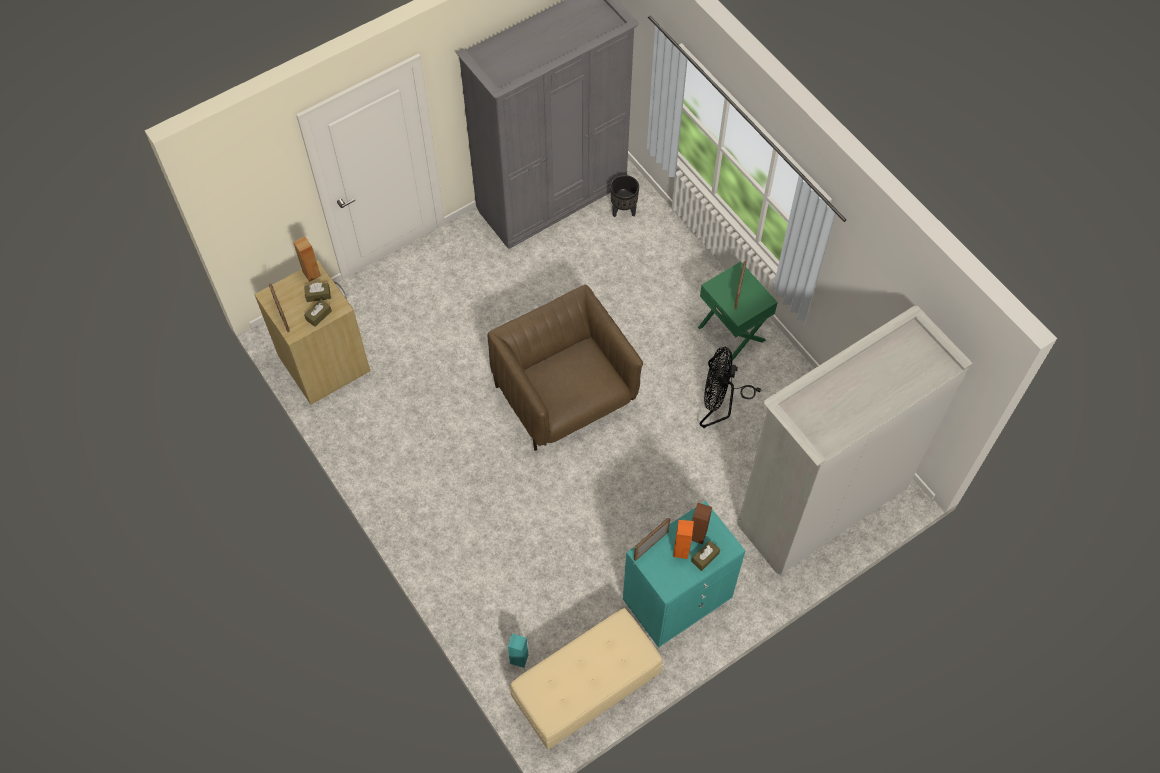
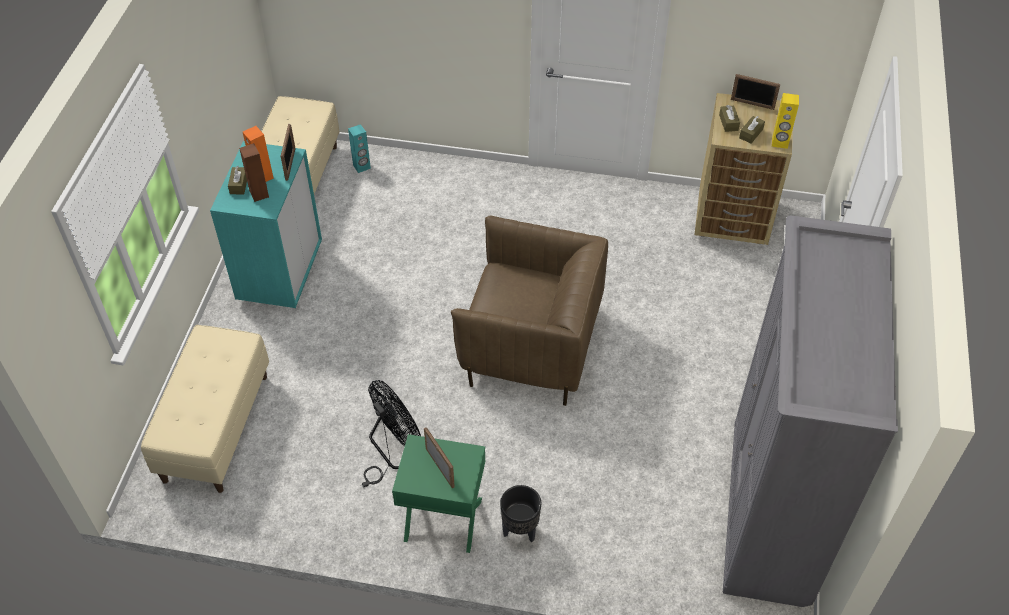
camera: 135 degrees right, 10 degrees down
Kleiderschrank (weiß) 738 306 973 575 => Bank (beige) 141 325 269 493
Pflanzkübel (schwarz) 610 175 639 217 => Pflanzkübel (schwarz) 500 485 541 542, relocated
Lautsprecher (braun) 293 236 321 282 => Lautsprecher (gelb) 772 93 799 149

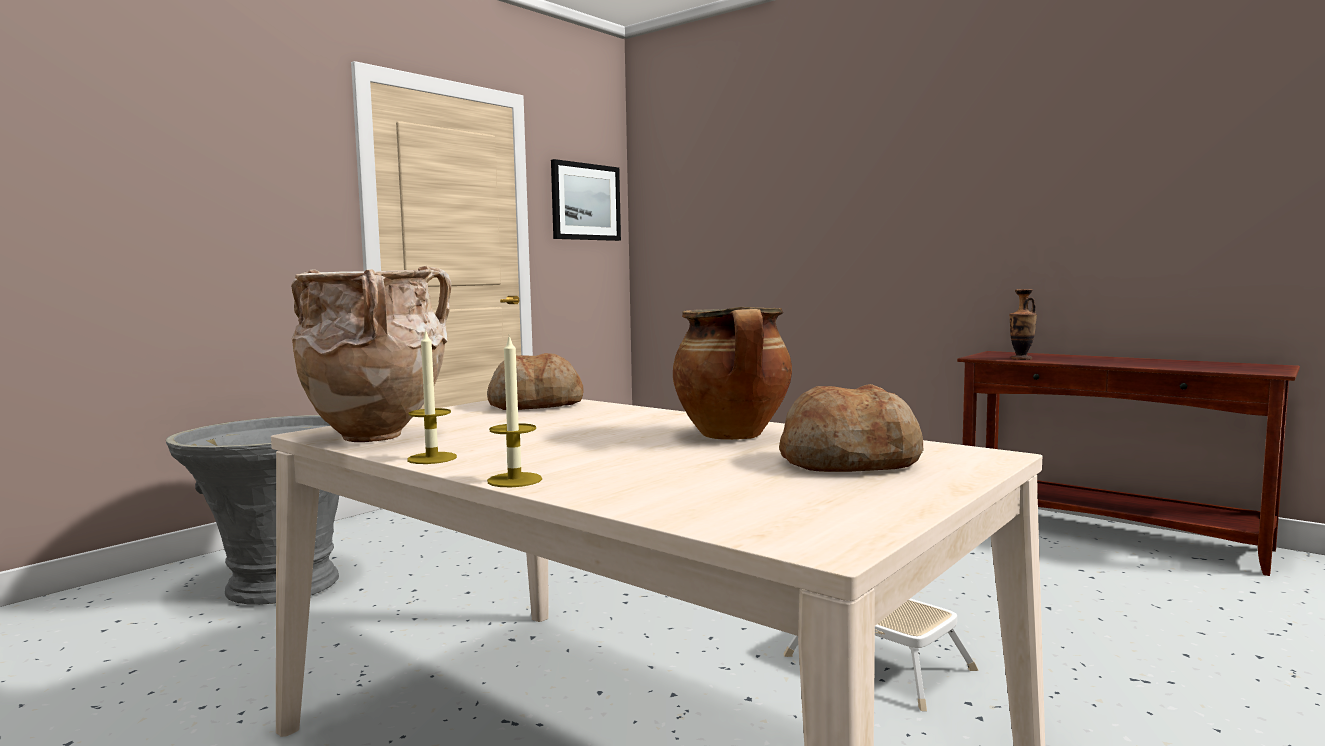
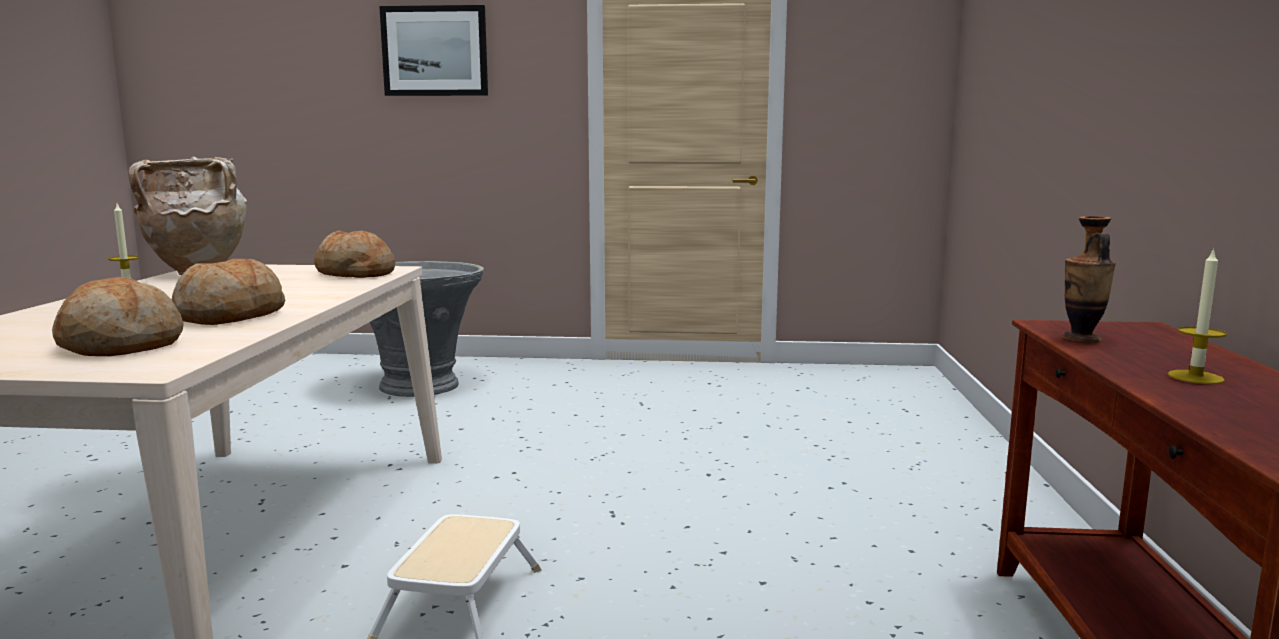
camera: 55 degrees right, 5 degrees up
Kochtopf 673 307 792 440 => Brot 172 259 285 325
Bild 551 159 621 241 => Bild 379 5 488 96, relocated
Kerze 487 335 542 487 => Kerze 1168 248 1227 384, relocated

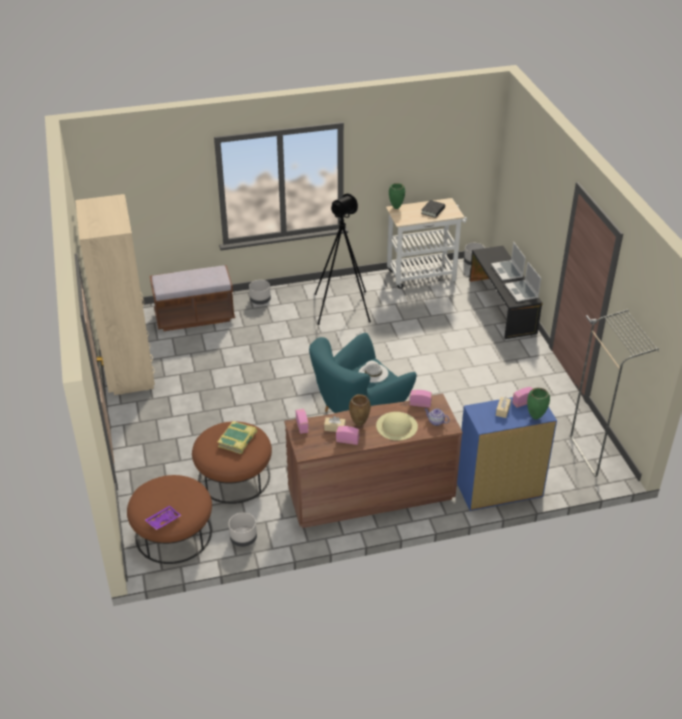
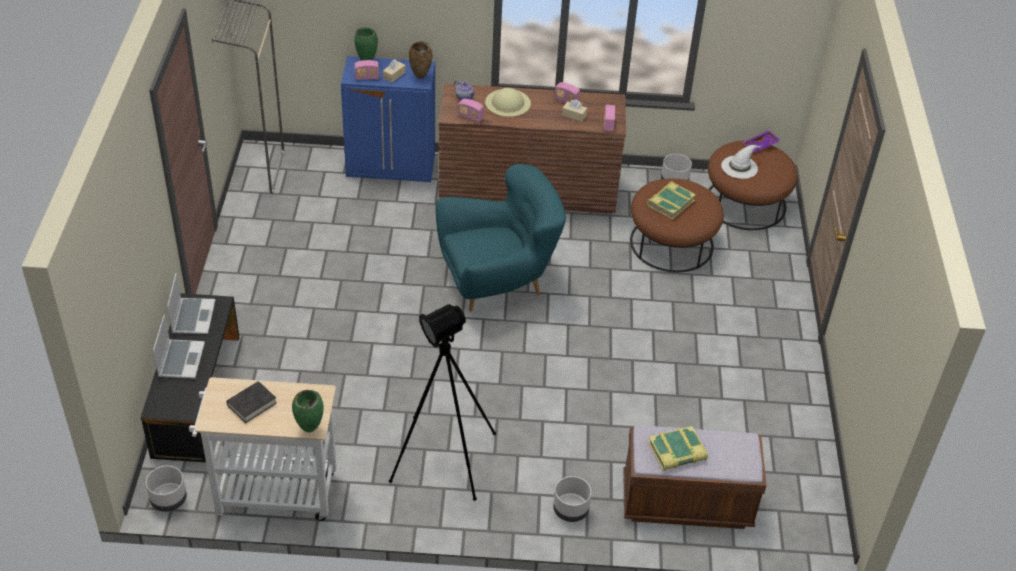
camera: 165 degrees left, 5 degrees up
Vase (braun) 349 394 371 426 => Vase (braun) 409 41 432 79, relocated
nothing => Buch 648 426 708 471
Hut (weiß) 359 361 388 383 => Hut (weiß) 721 145 763 179, relocated
Kleiderschrank (beige) 75 194 155 395 => nothing

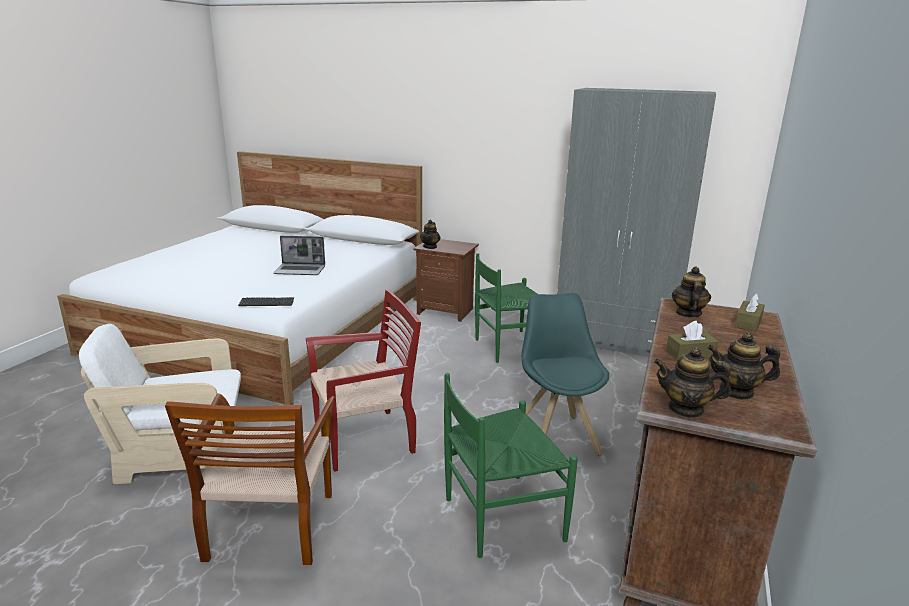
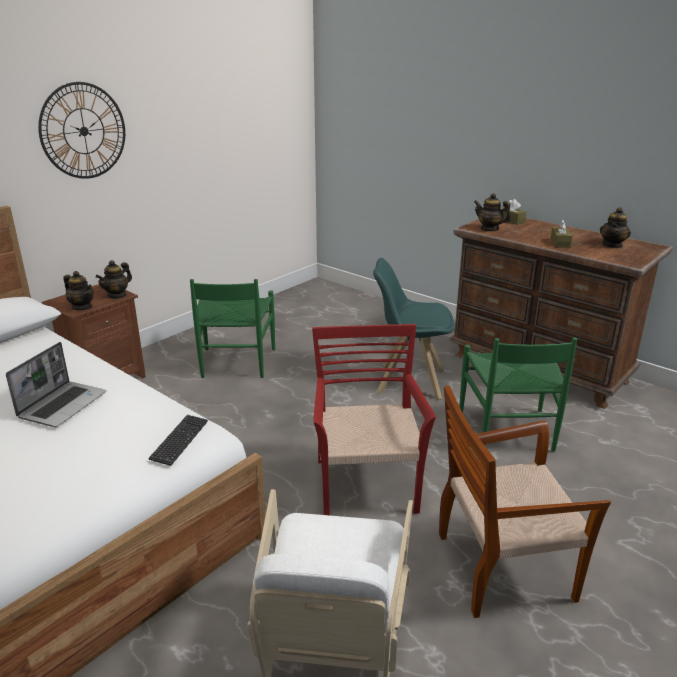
camera: 70 degrees left, 5 degrees up
nothing => Wanduhr 38 82 125 179
Teekanne 654 347 731 418 => Teekanne 96 260 132 299, relocated
Sessel (braun) 165 393 334 565 => Sessel (braun) 439 386 611 618, 150 degrees clockwise
Kleiderschrank (grau) 557 88 716 357 => nothing

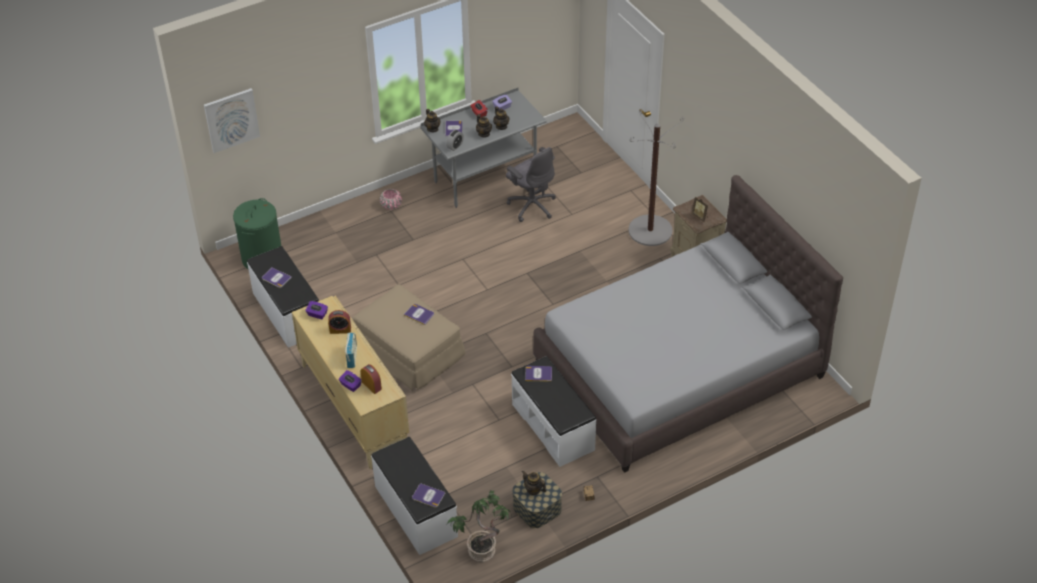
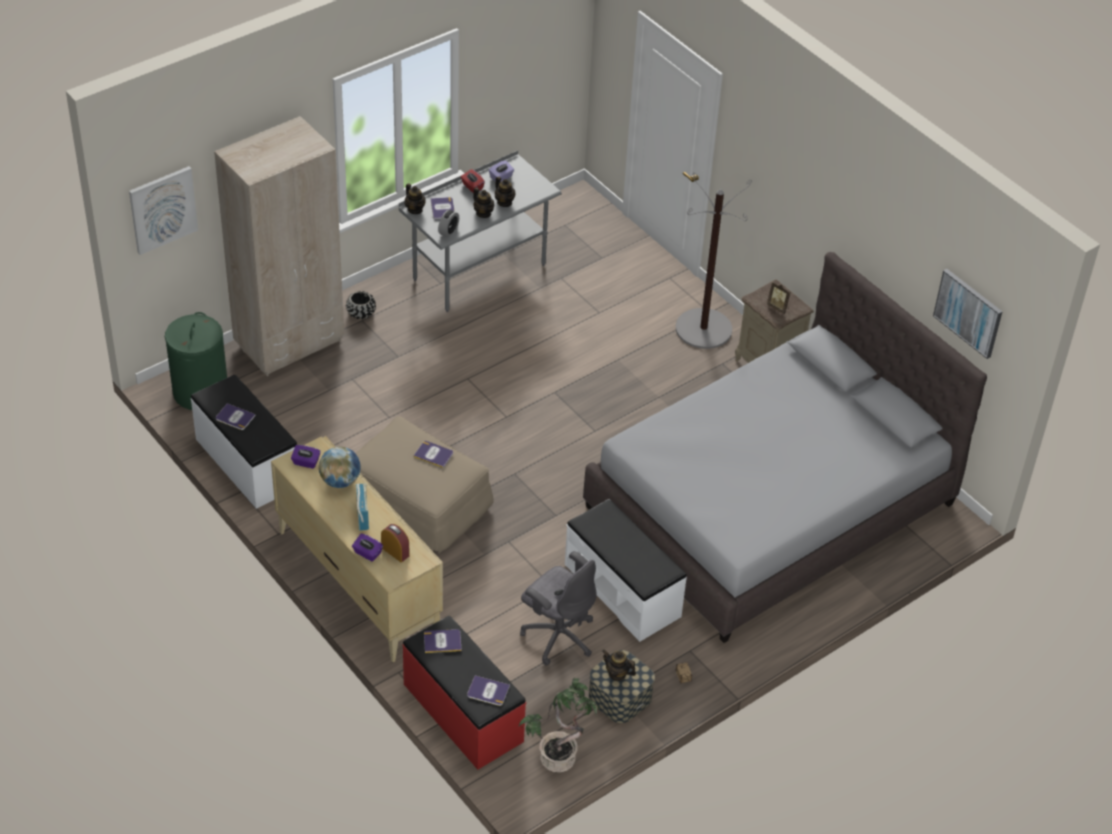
camera: 10 degrees left, 0 degrees up
nothing => Kleiderschrank (beige) 214 116 344 376
Wecker 328 310 351 334 => Globus 319 446 360 488
Pflanzkübel (rosa) 379 189 402 210 => Pflanzkübel (schwarz) 346 291 376 319
Bank (weiß) 371 437 458 555 => Bank (rot) 403 616 526 770
Buch 525 366 552 382 => Buch 424 629 462 653, relocated
Bürostuhl (grau) 506 147 556 222 => Bürostuhl (grau) 520 551 597 665, relocated
nothing => Bild 933 269 1003 359

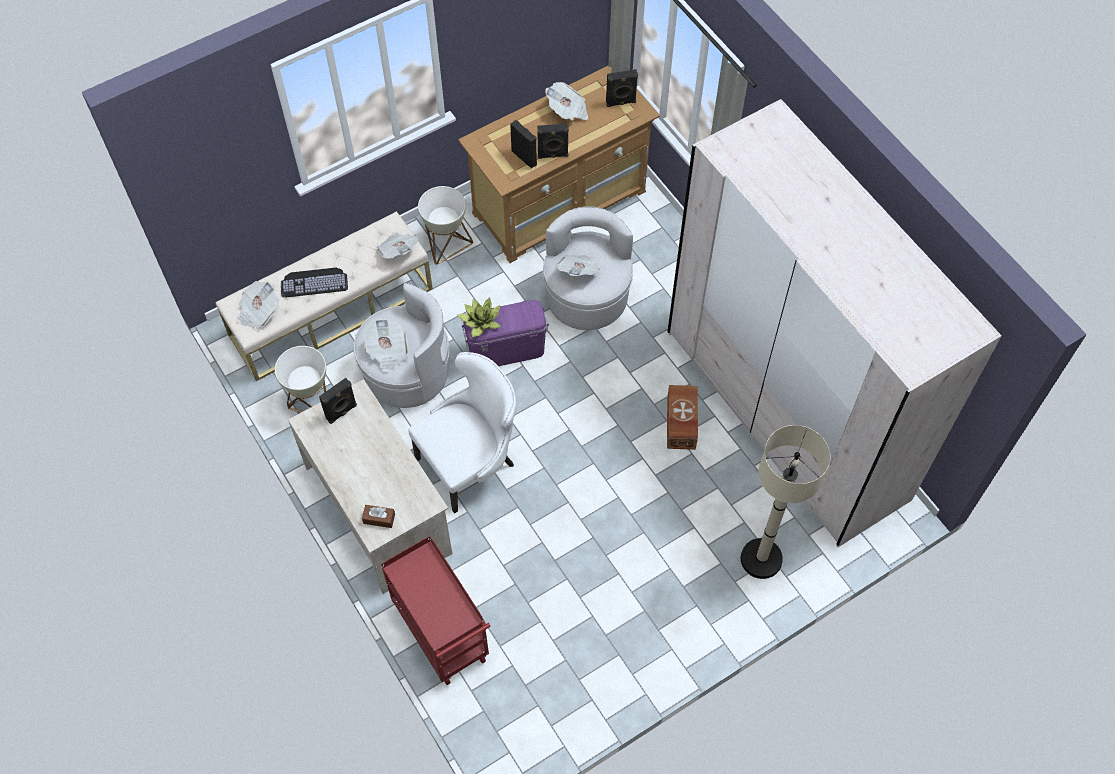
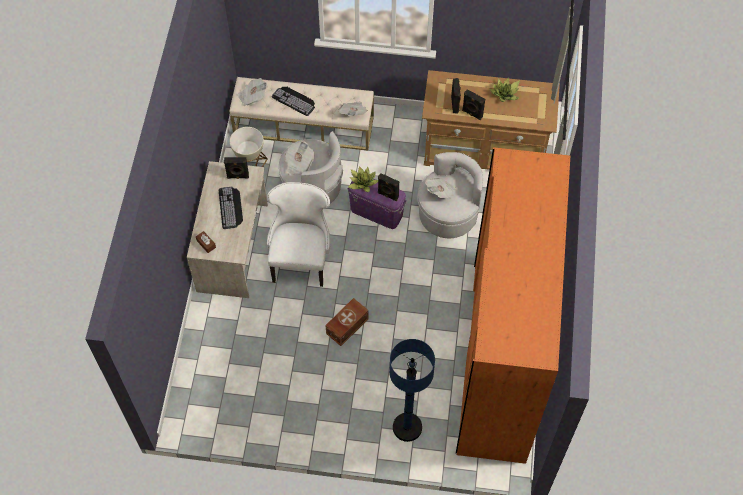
camera: 40 degrees right, 0 degrees up
nothing => Tastatur 219 187 243 229
Stuhl (weiß) 408 352 517 514 => Stuhl (weiß) 267 182 330 287, 90 degrees counterclockwise
Aufbewahrungsbox (braun) 667 385 698 450 => Aufbewahrungsbox (braun) 326 298 369 346, relocated
Lautsprecher (schwarz) 606 69 638 107 => Lautsprecher (schwarz) 378 173 399 201, relocated
Stehlampe (beige) 741 425 830 579 => Stehlampe (blau) 389 339 435 442
Kleiderschrank (beige) 667 99 1002 547 => Kleiderschrank (orange) 456 147 570 464
Zeitung 545 82 588 121 => Topfpflanze 489 78 520 102
Rollwagen (rot) 381 536 491 685 => nothing
Pflanzkübel 418 186 473 265 => nothing

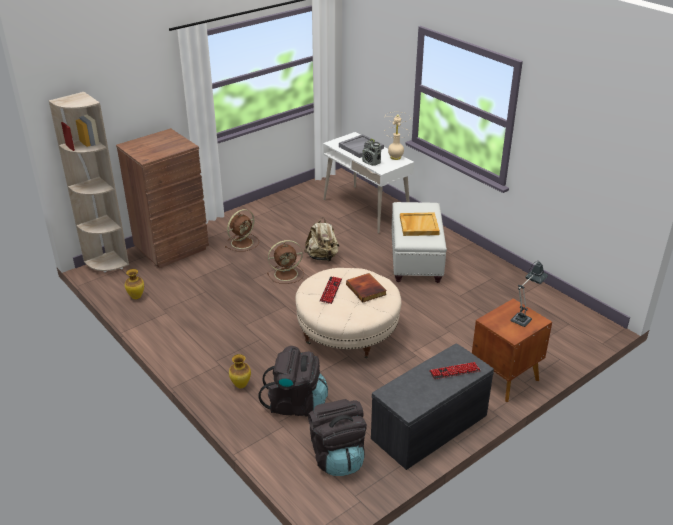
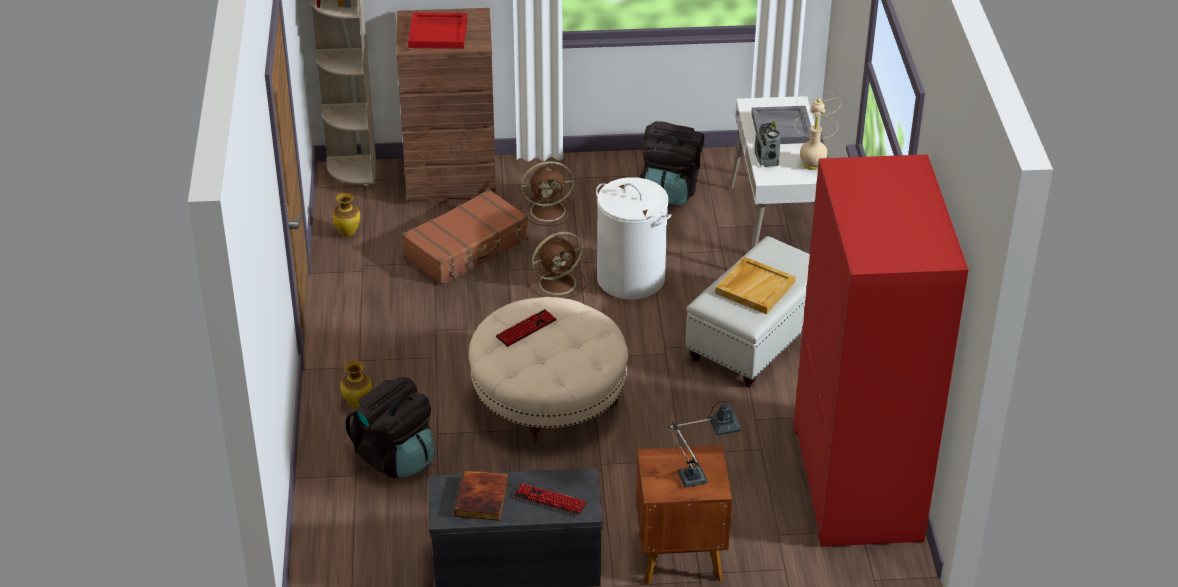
camera: 35 degrees right, 5 degrees up
nothing => Koffer (braun) 402 189 528 285
nothing => Tablett (rot) 408 12 467 49
Buch 346 273 387 302 => Buch 454 470 509 521, relocated
Ventilator (braun) 267 240 304 284 => Ventilator (braun) 527 232 586 299, 45 degrees counterclockwise
Rucksack (beige) 304 217 339 262 => Wäschekorb (weiß) 596 177 672 300
Rucksack (schwarz) 308 399 367 476 => Rucksack (schwarz) 639 121 704 205, relocated
nothing => Kleiderschrank (rot) 793 154 969 547

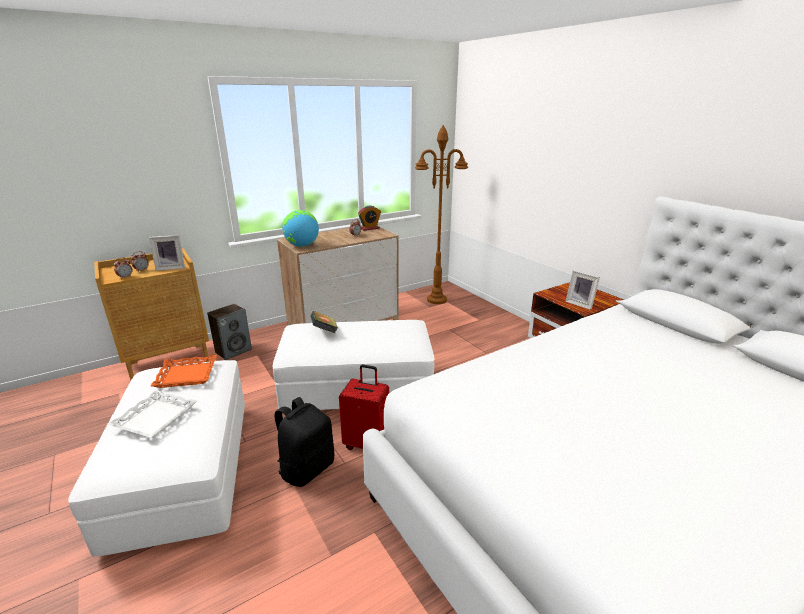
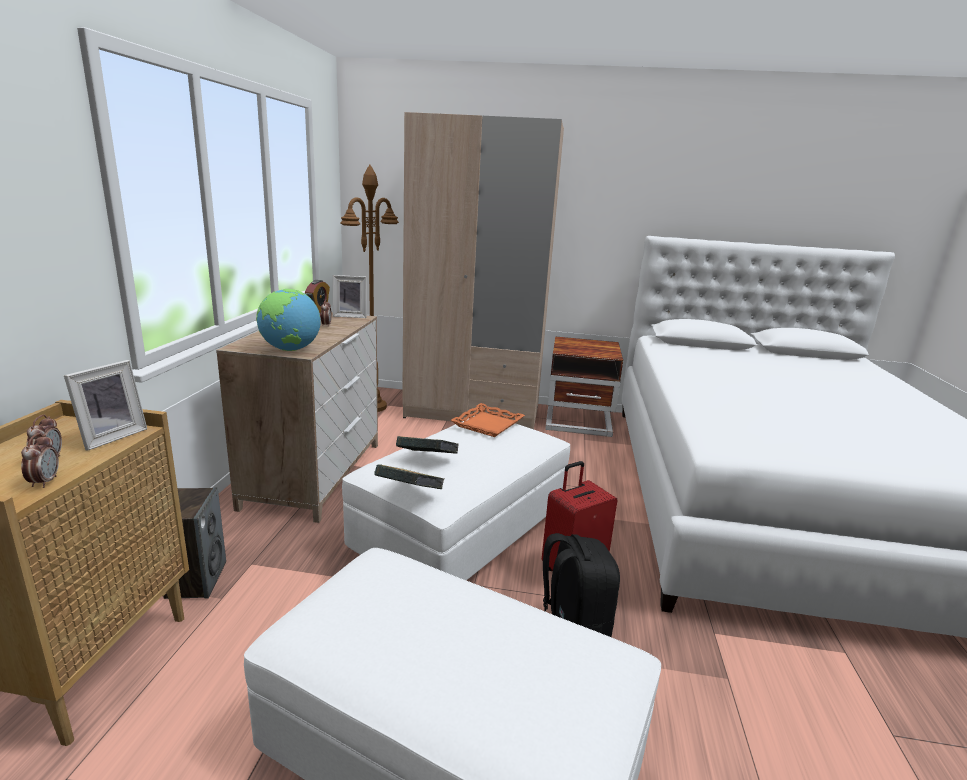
camera: 50 degrees left, 5 degrees down
Bilderrahmen 565 270 600 310 => Bilderrahmen 333 275 367 318, relocated
nothing => Buch 374 464 444 489
nothing => Kleiderschrank (beige) 402 112 564 429
Tablett (orange) 151 355 217 388 => Tablett (orange) 451 403 525 437, relocated
Tablett (weiß) 107 390 197 438 => nothing

